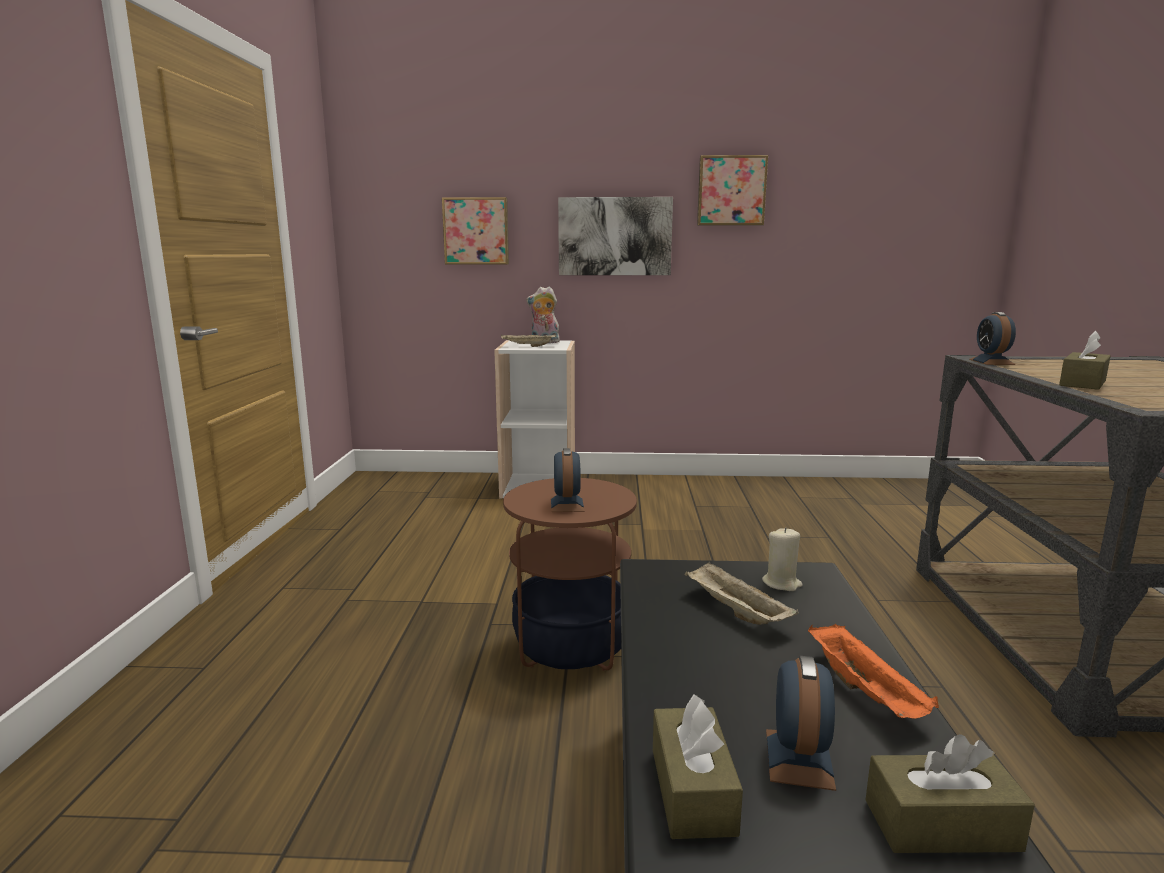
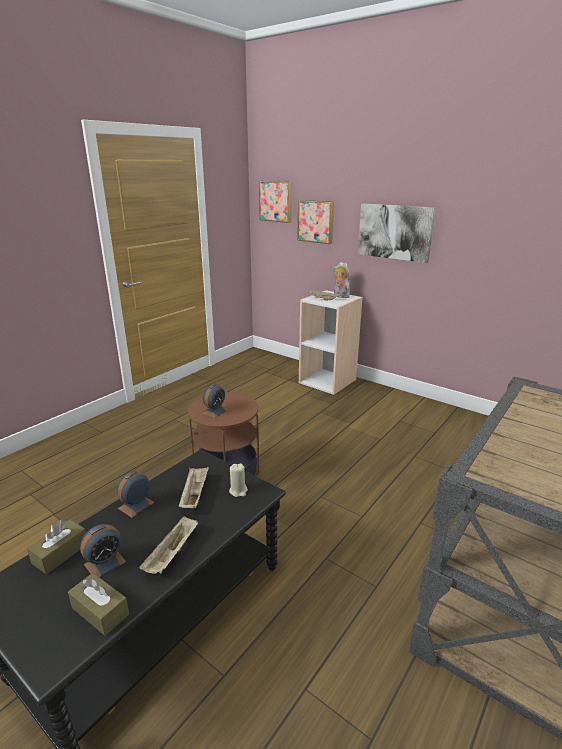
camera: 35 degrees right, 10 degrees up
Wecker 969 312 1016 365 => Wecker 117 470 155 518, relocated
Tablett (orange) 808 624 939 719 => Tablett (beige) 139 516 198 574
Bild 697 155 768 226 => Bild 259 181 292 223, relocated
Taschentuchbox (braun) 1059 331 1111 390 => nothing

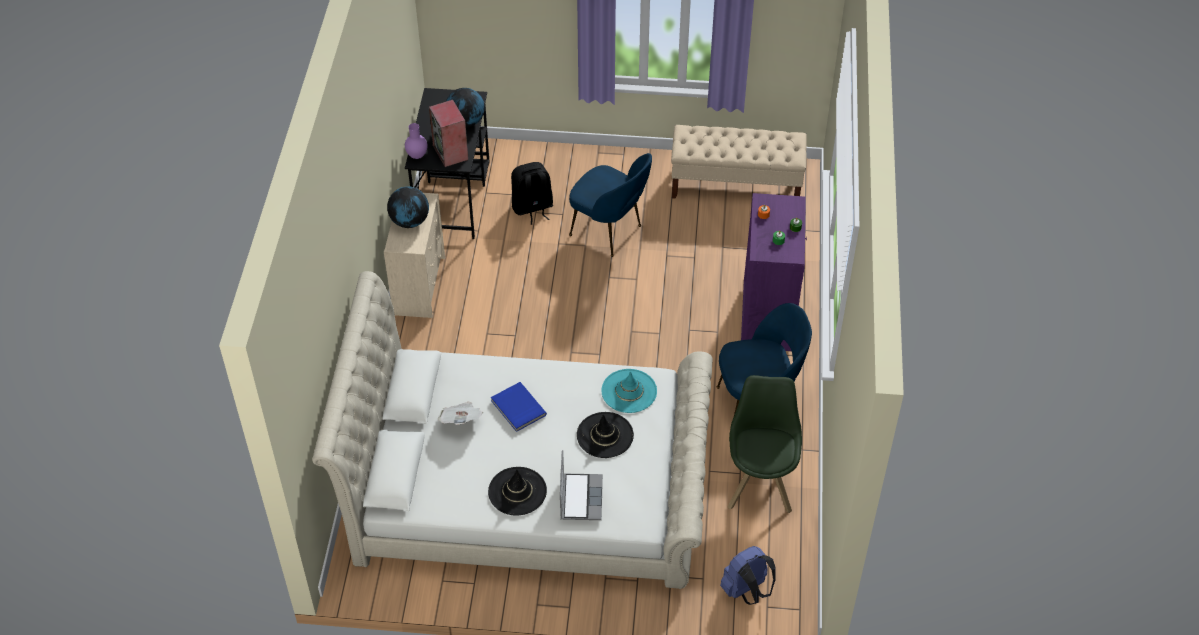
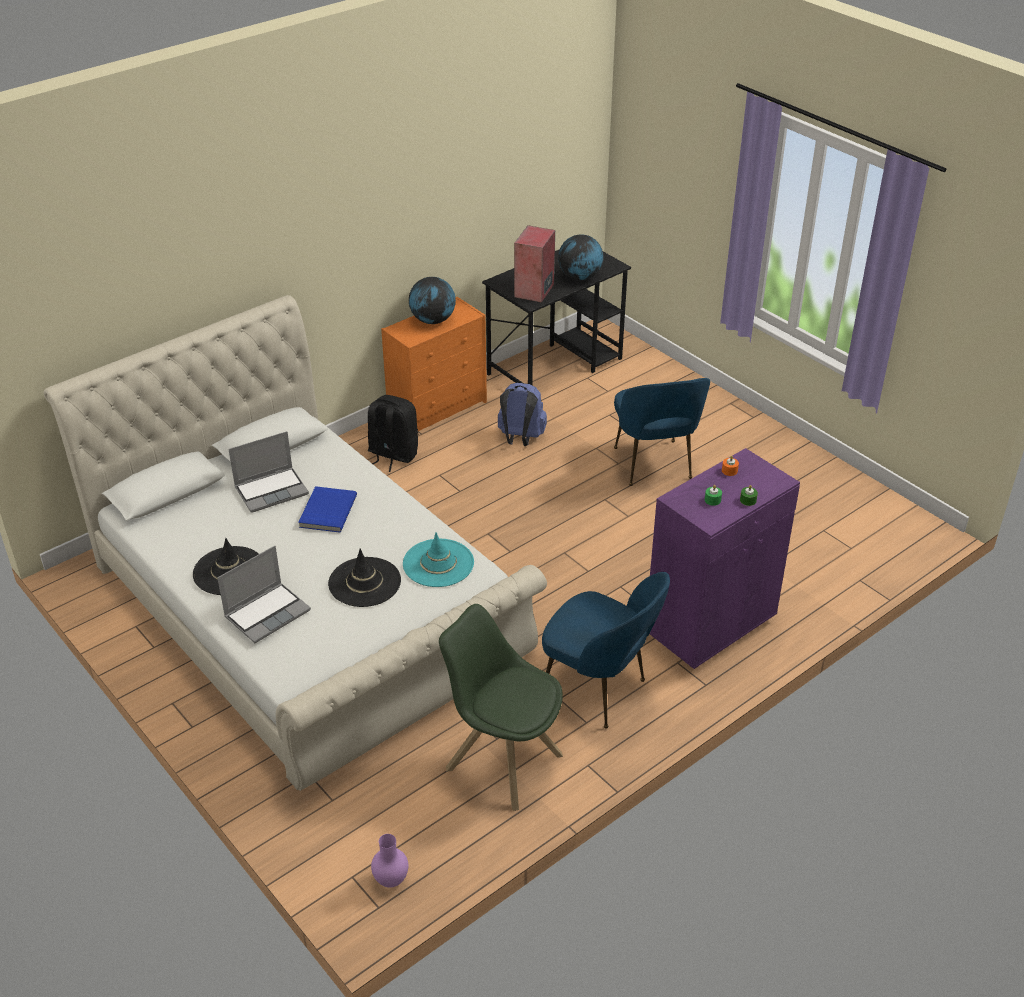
camera: 45 degrees right, 10 degrees down
Zeitung 438 402 483 425 => Laptop 229 431 309 513
Rucksack (schwarz) 511 162 553 225 => Rucksack (schwarz) 368 395 418 472, relocated
Vase (lila) 405 123 427 159 => Vase (lila) 371 834 408 888, relocated
Kommode (beige) 384 193 445 318 => Kommode (orange) 381 297 487 431
Stuhl (grün) 727 375 802 513 => Stuhl (grün) 439 604 563 811, 105 degrees counterclockwise
Rucksack (blau) 720 546 775 605 => Rucksack (blau) 498 383 547 446, relocated
Bank (beige) 671 125 807 199 => nothing

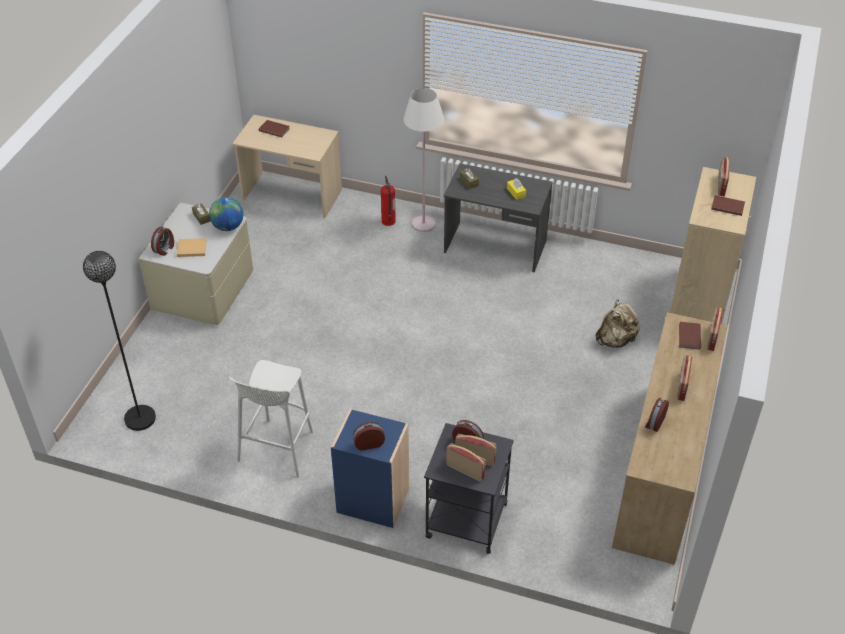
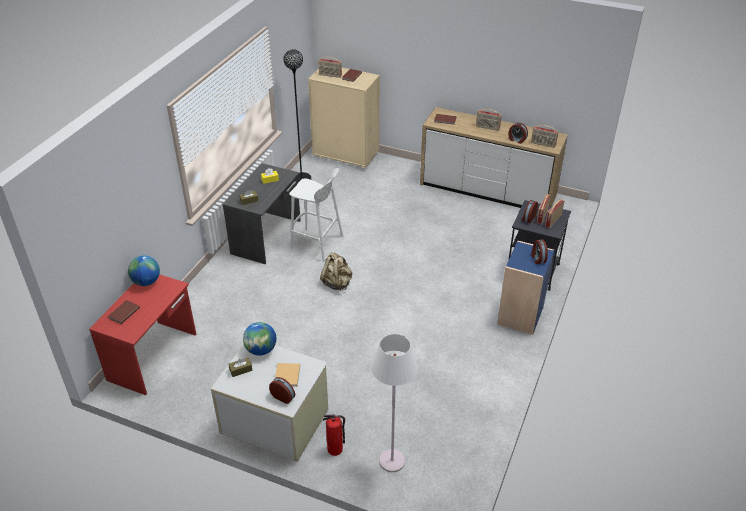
camera: 85 degrees left, 5 degrees down
Schreibtisch (beige) 232 115 342 218 => Schreibtisch (rot) 89 274 196 395
nothing => Globus 128 255 160 286
Stehlampe (schwarz) 83 251 156 431 => Stehlampe (schwarz) 284 49 311 183, relocated
Hocker (weiß) 229 360 313 478 => Hocker (weiß) 289 168 343 262, relocated
Rucksack (beige) 595 300 640 348 => Rucksack (beige) 320 252 352 291, relocated
Feuerlöscher 381 176 396 226 => Feuerlöscher 323 414 345 456, relocated
Stehlampe (weiß) 403 88 444 232 => Stehlampe (weiß) 371 334 418 472, relocated
Radio 707 308 723 351 => Radio 531 125 558 148, relocated

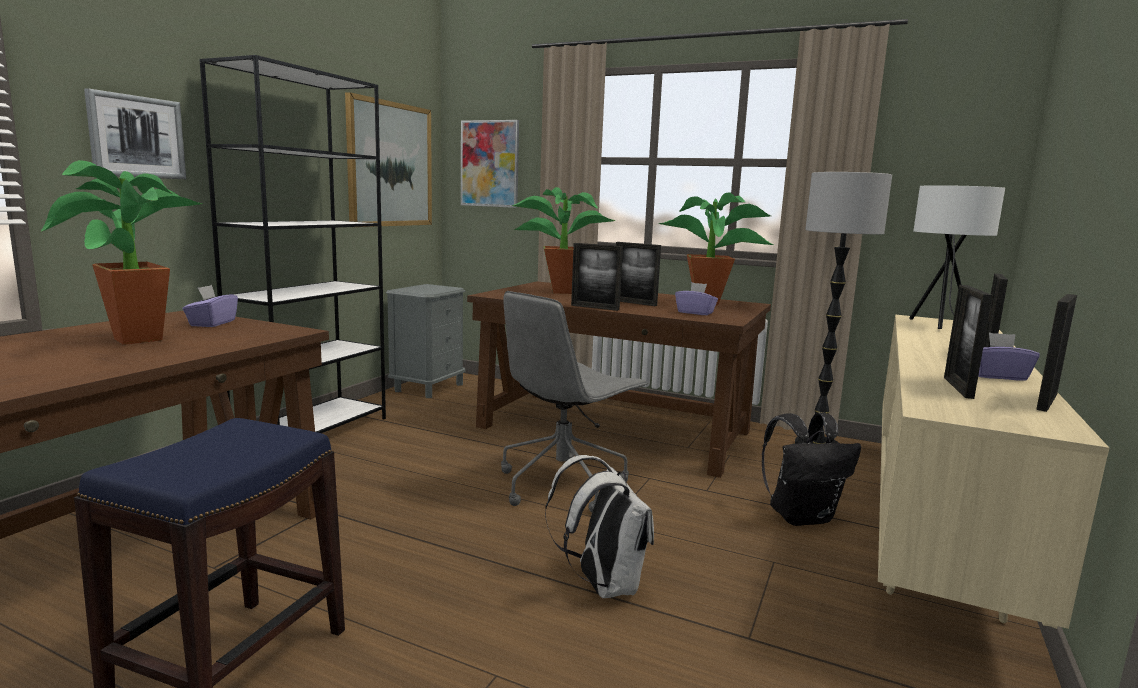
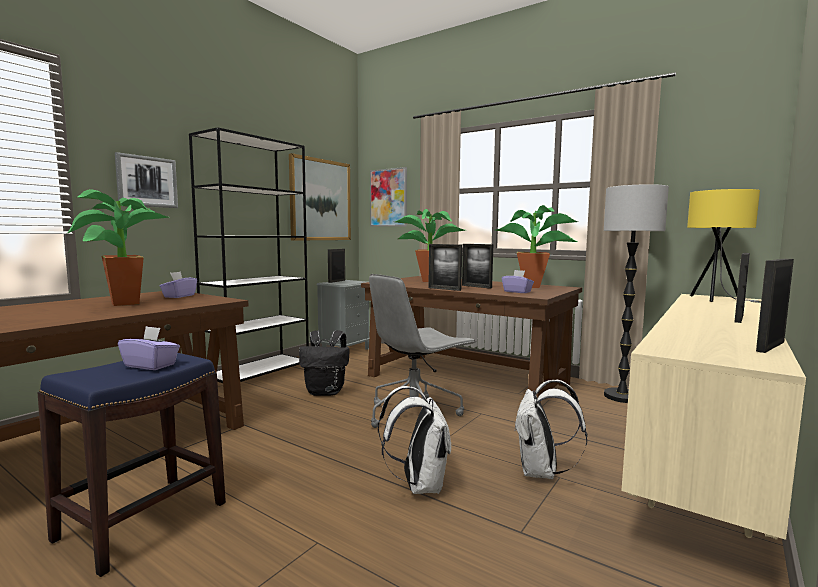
camera: 10 degrees right, 5 degrees down
Taschentuchbox (lila) 978 333 1040 381 => Taschentuchbox (lila) 118 326 180 370, relocated
Rucksack (schwarz) 762 412 861 526 => Rucksack (schwarz) 299 330 350 396, relocated
Bilderrahmen 944 285 992 399 => Bilderrahmen 328 249 345 283, relocated
nothing => Rucksack (weiß) 514 380 588 479
Tischlampe (weiß) 909 185 1005 329 => Tischlampe (gelb) 687 189 761 303

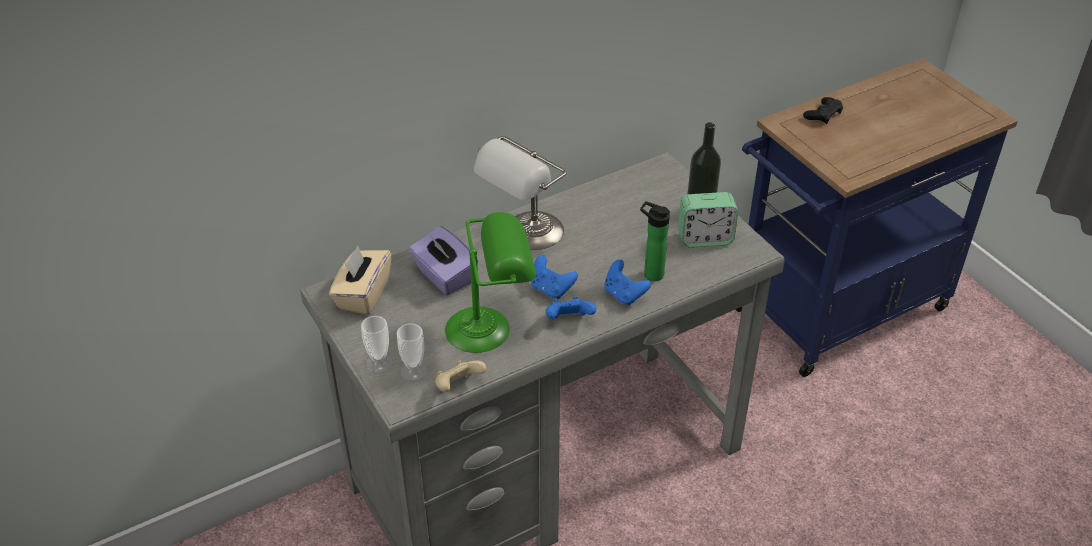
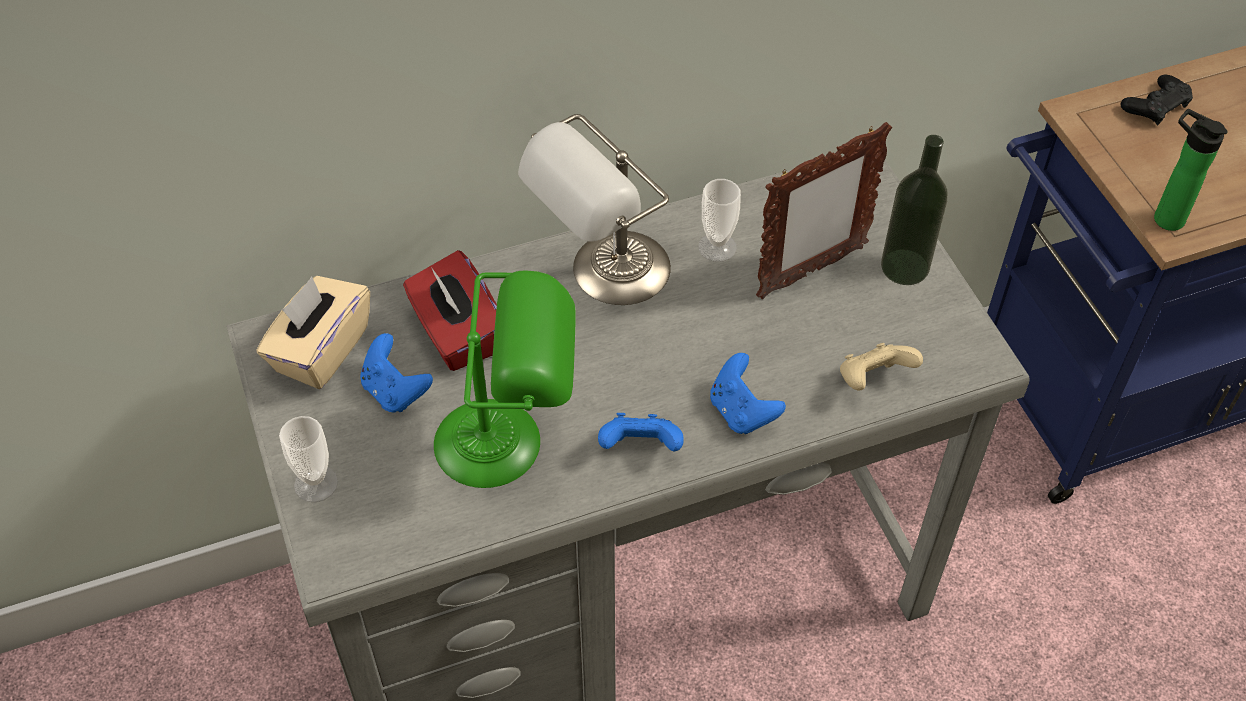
camera: 10 degrees right, 10 degrees up
Gamepad (blau) 531 255 578 299 => Gamepad (blau) 360 333 433 413, relocated
Taschentuchbox (lila) 409 226 478 295 => Taschentuchbox (rot) 403 250 497 371
Tasse 397 323 427 381 => Tasse 698 179 741 262, relocated
nothing => Bilderrahmen 756 122 892 299
Gamepad (beige) 435 360 487 392 => Gamepad (beige) 840 343 923 391, relocated
Flasche 640 201 670 281 => Flasche 1154 109 1227 231, relocated
Wecker 678 192 738 247 => nothing

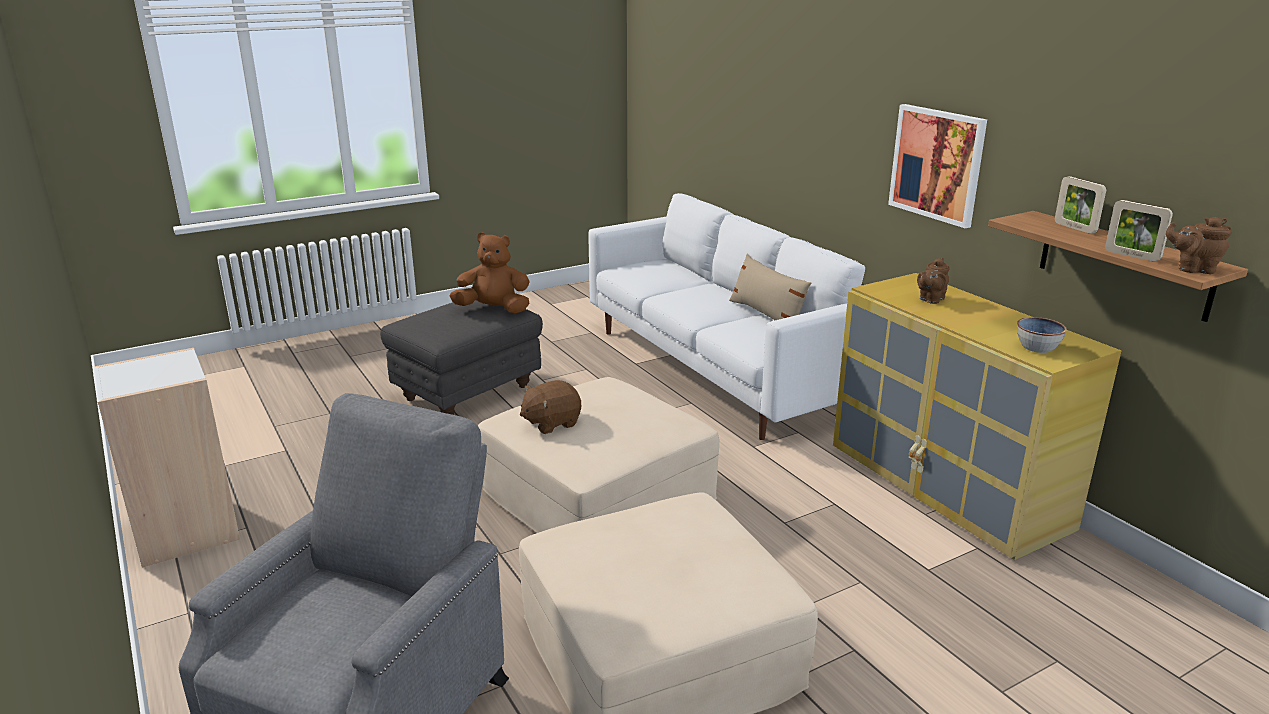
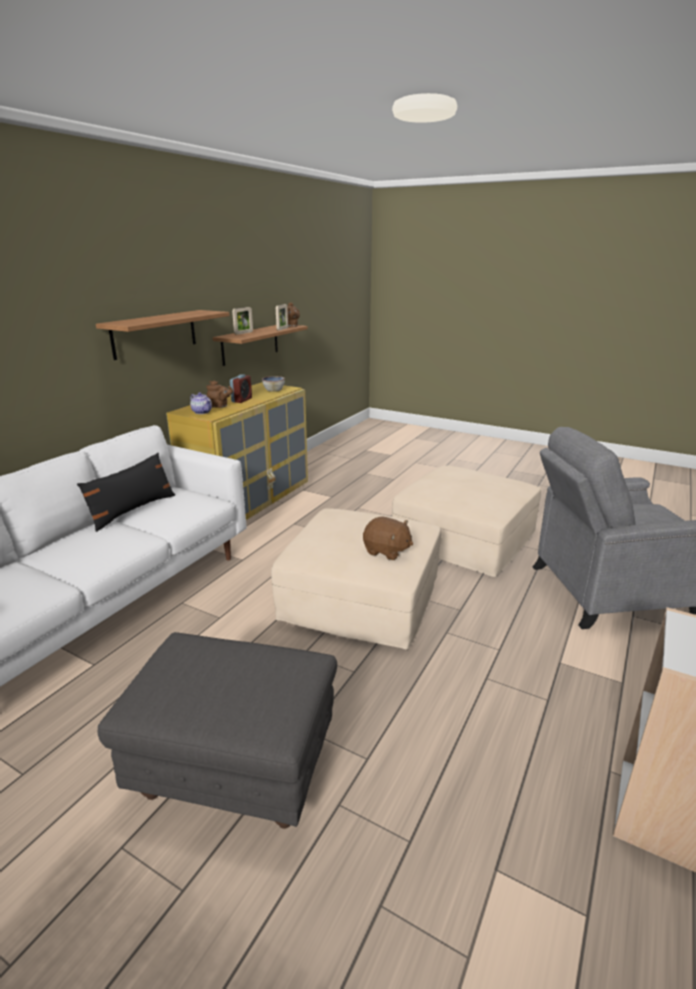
camera: 120 degrees left, 0 degrees up
Kissen (beige) 729 254 811 320 => Kissen (schwarz) 77 453 175 532
Bild 888 104 987 228 => Wandregal 96 310 230 360
nothing => Teekanne 190 392 212 414
nothing => Wecker 230 374 252 403
Plüschtier (braun) 450 232 530 313 => nothing

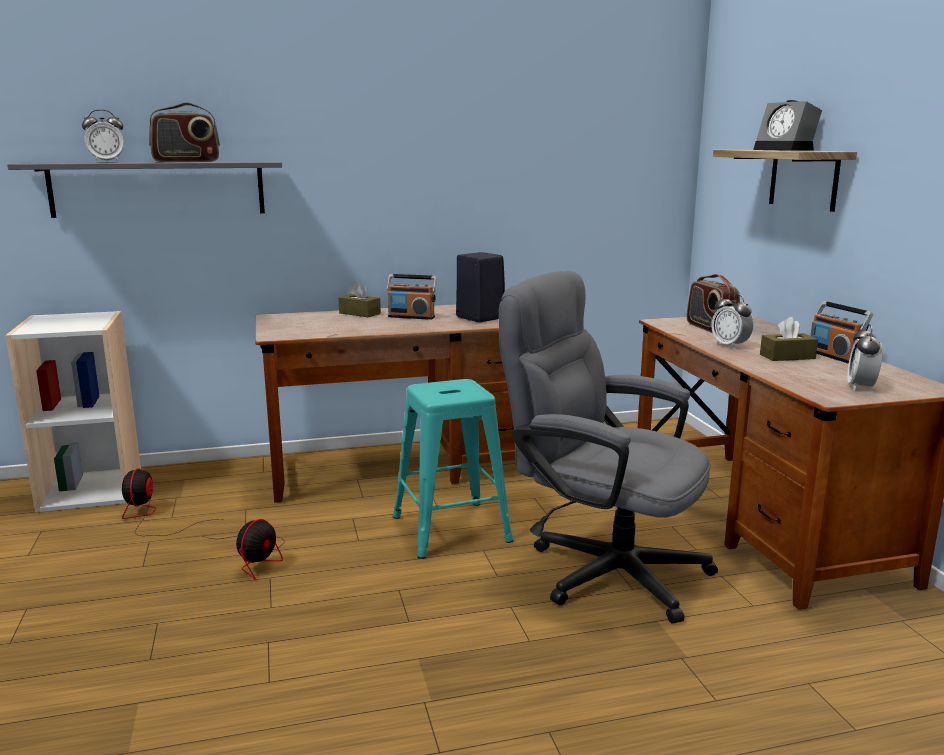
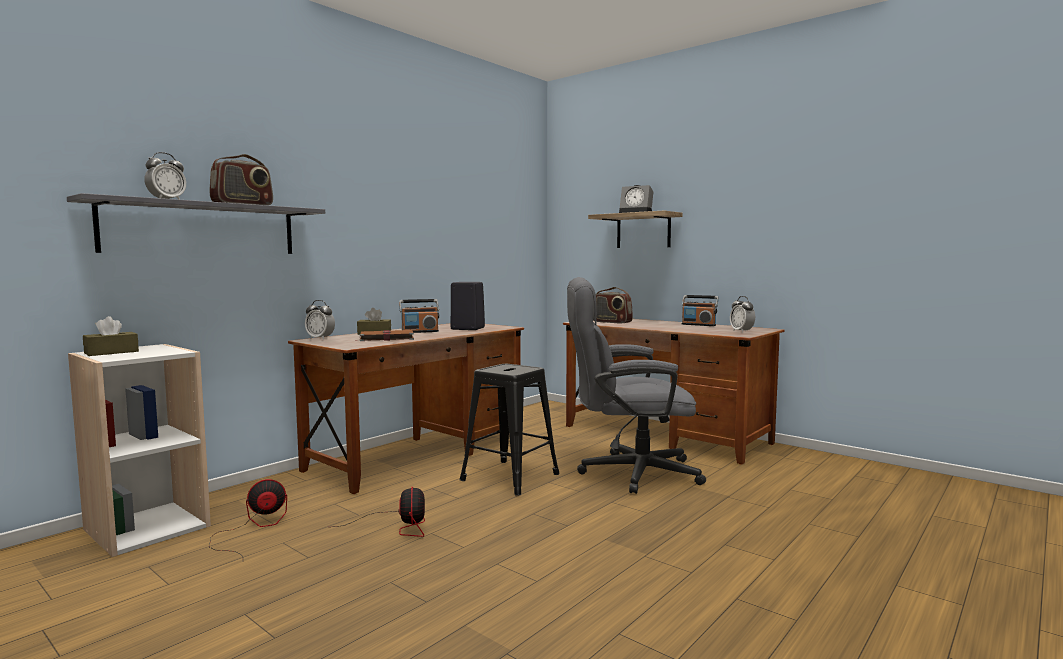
camera: 35 degrees left, 10 degrees down
Taschentuchbox (braun) 760 317 818 361 => Taschentuchbox (braun) 83 316 139 356, relocated
Ventilator 122 468 223 536 => Ventilator 209 479 287 557, 105 degrees clockwise
Wecker 711 293 753 349 => Wecker 305 300 335 340, relocated
nothing => Buch (braun) 355 330 414 341
Hocker (türkis) 393 379 514 559 => Hocker (schwarz) 459 364 560 496

